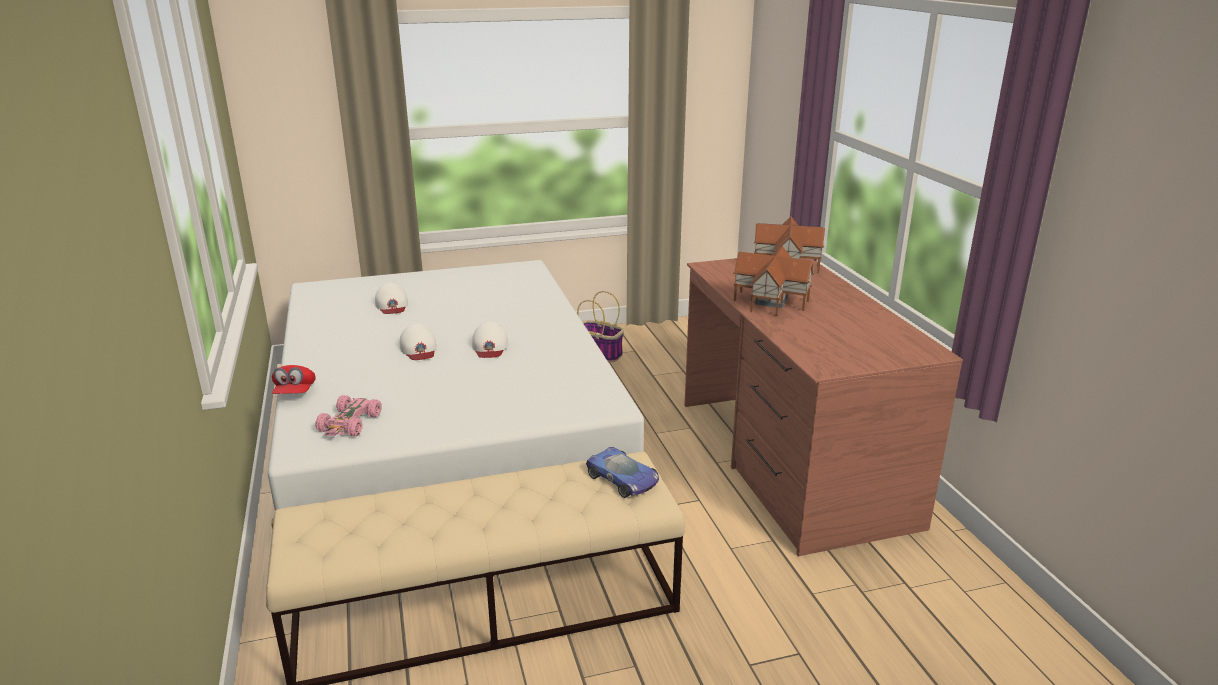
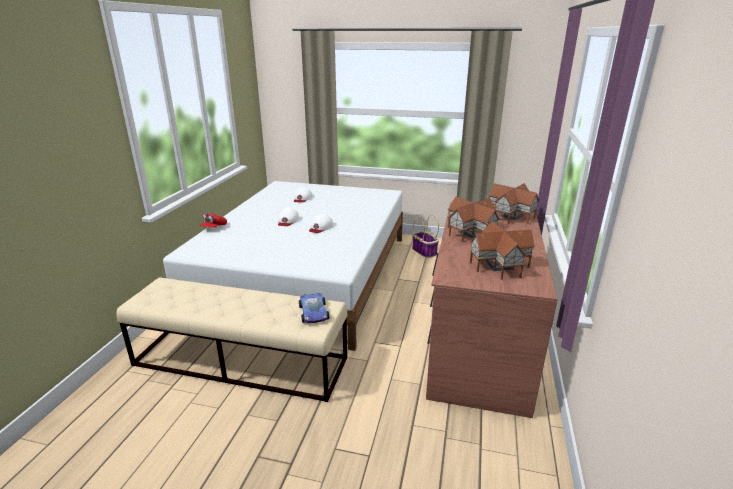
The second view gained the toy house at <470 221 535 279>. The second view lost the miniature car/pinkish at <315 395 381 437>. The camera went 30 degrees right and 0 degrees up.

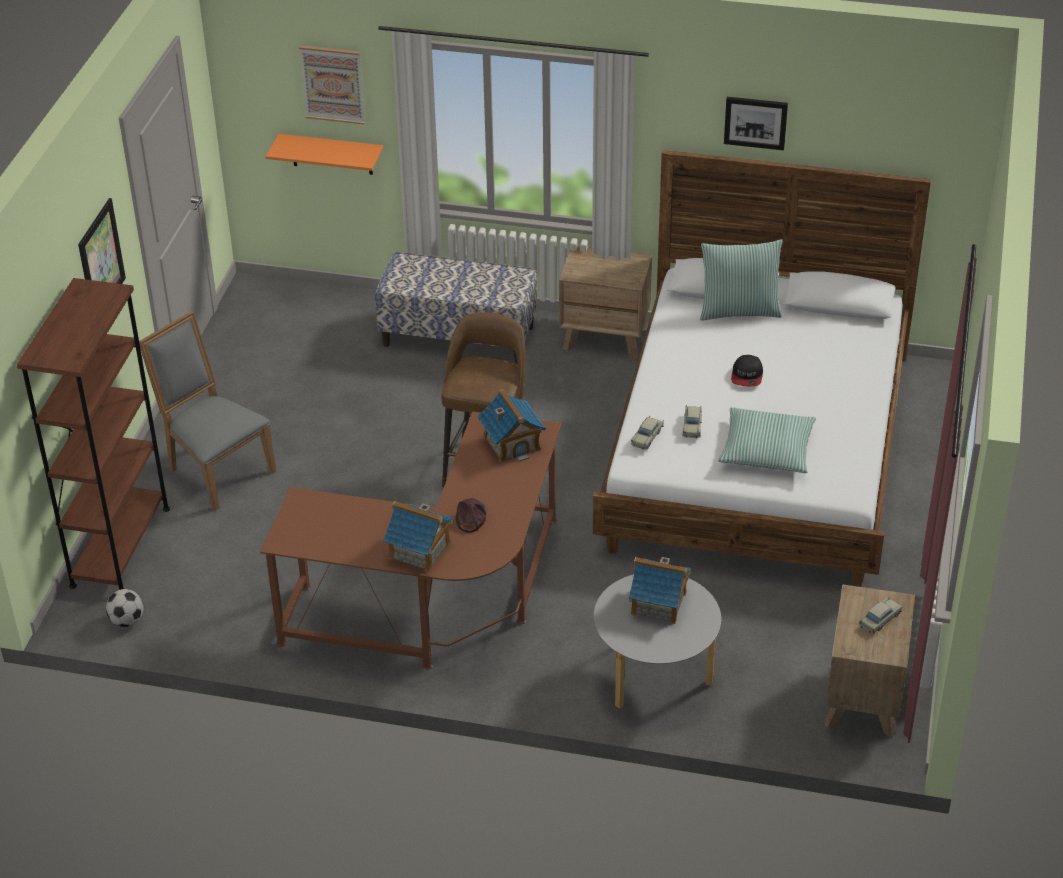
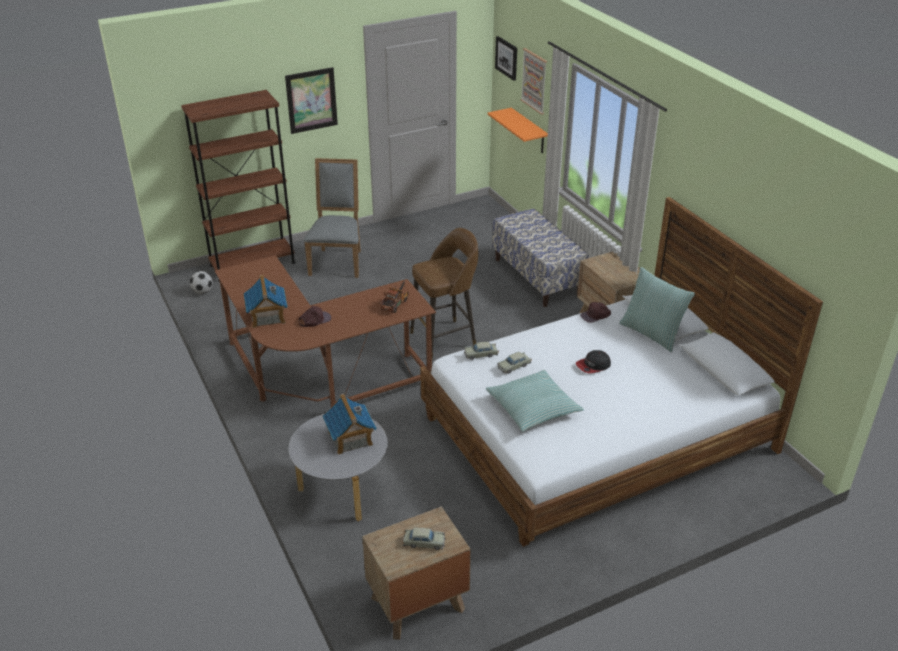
Where the toy house stood at <477 389 546 463>, the toy truck came to stand at <380 280 409 313>. The picture ended up elsewhere, having gone from <724 97 788 150> to <495 36 517 81>. The second view gained the cap/brown-coloured at <580 302 611 323>. The camera went 50 degrees right and 5 degrees down.

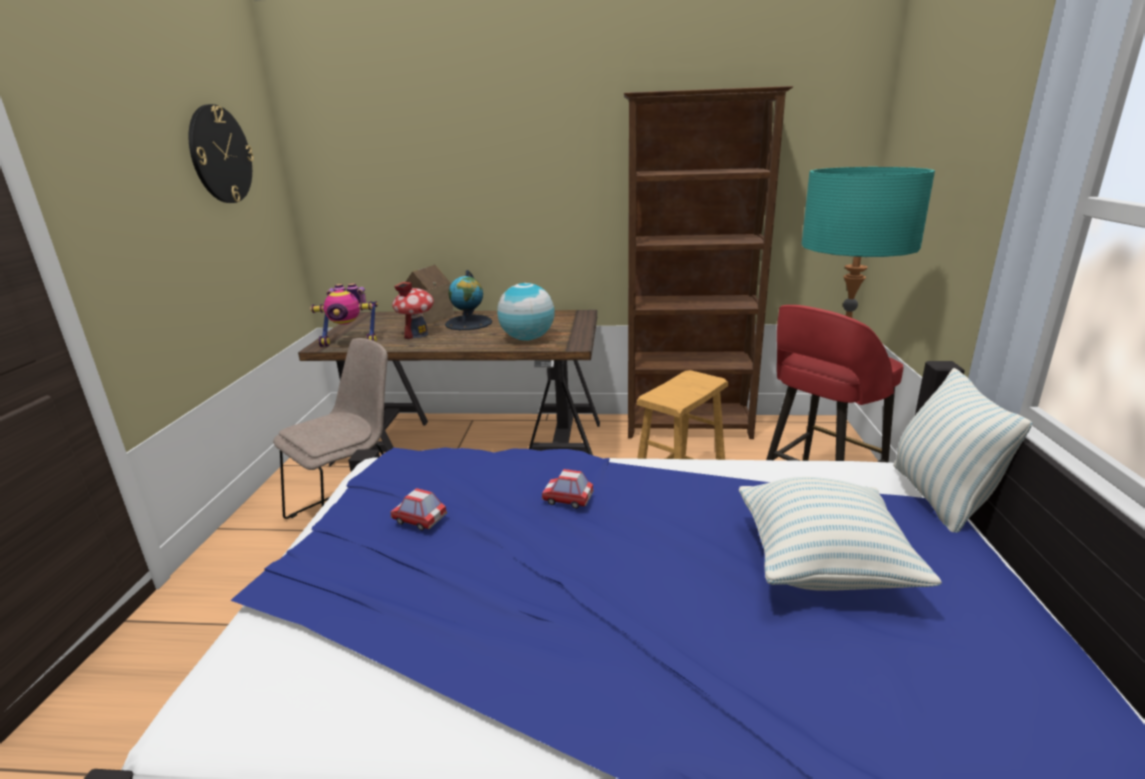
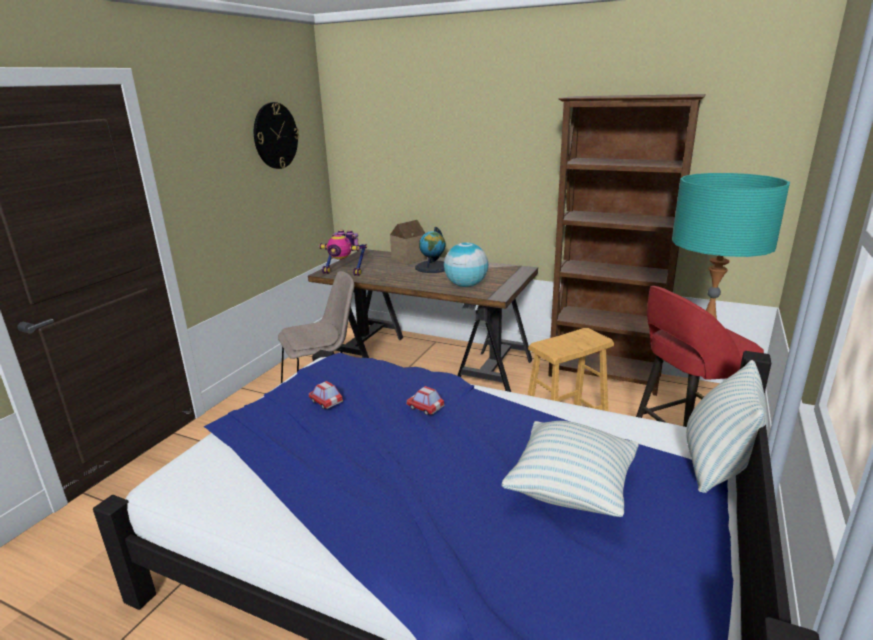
The second view lost the toy house at <392 282 434 339>. The camera went 20 degrees right and 0 degrees up.

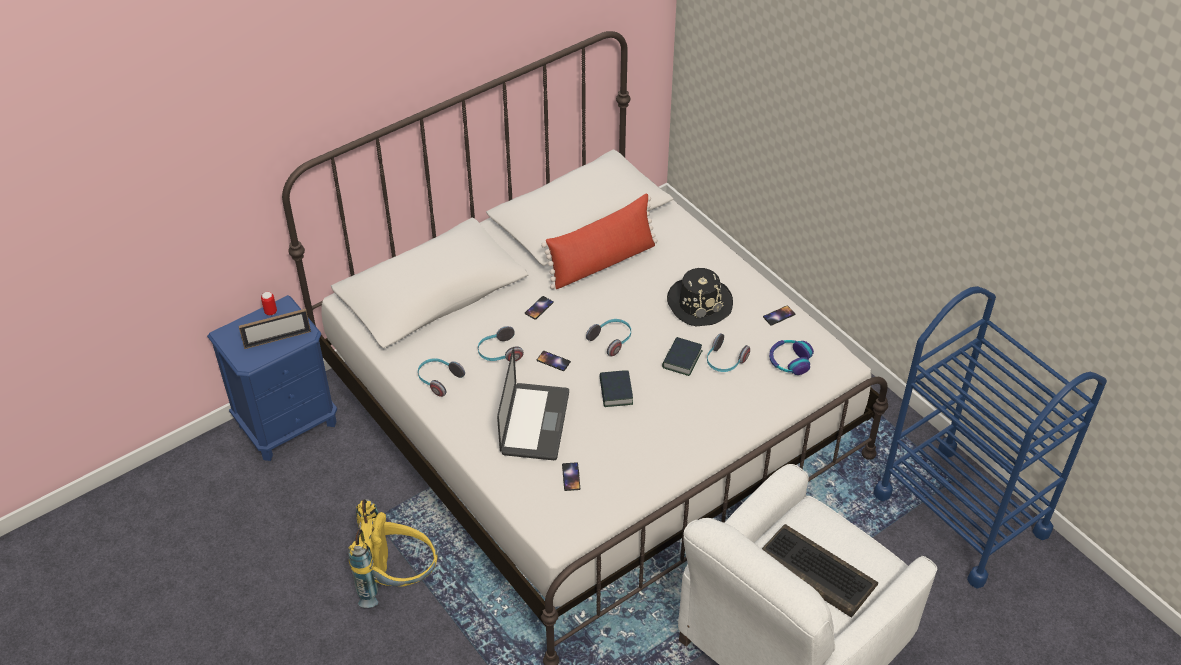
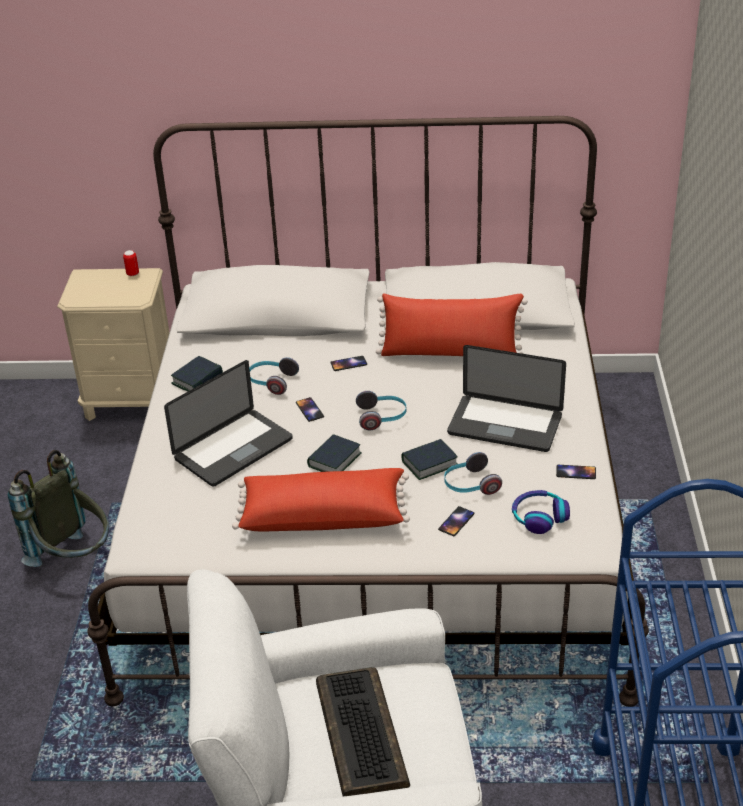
What was the knapsack/yellow at <349 499 437 608> turned into the knapsack/greyish at <8 450 109 567>. What was the nightstand/bluish at <207 295 337 461> turned into the nightstand/beige at <57 268 170 421>. Where the pair of headphones stood at <418 358 465 397>, the book came to stand at <171 356 223 391>. The second view gained the cushion/red at <232 468 410 531>. The phone ended up elsewhere, having gone from <562 462 580 491> to <438 506 474 536>. Where the wearable hat/black stood at <667 268 733 326>, the notebook computer came to stand at <447 345 566 452>. The second view lost the photo frame at <239 309 311 349>. The camera went 40 degrees right and 10 degrees down.

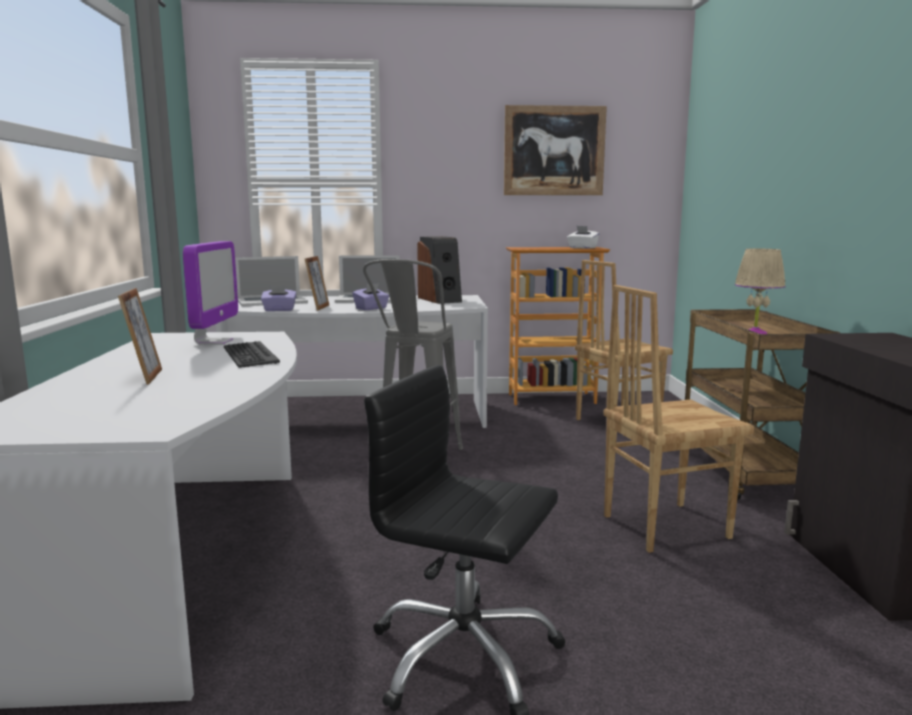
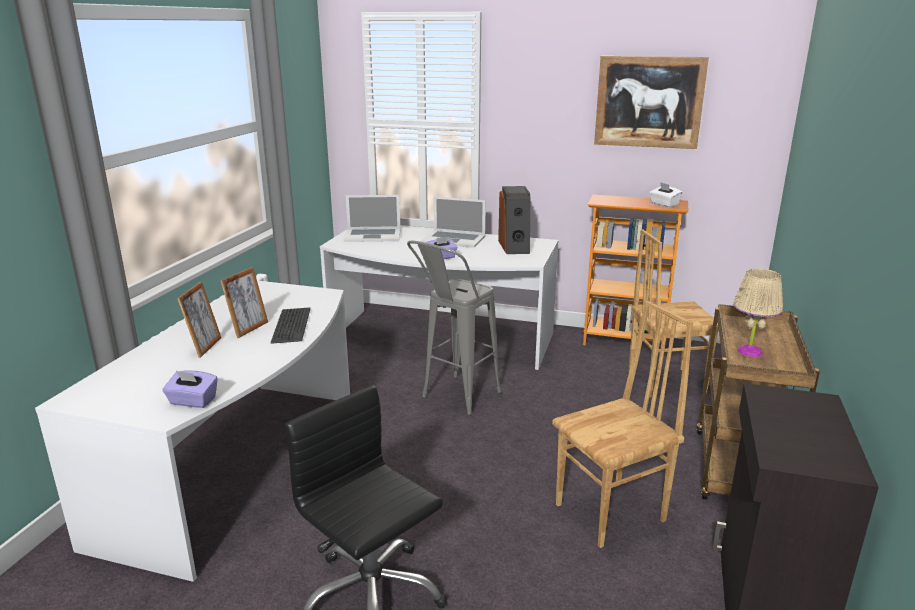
The tissue holder/purplish ended up elsewhere, having gone from <261 285 297 311> to <162 370 218 408>. The photo frame ended up elsewhere, having gone from <305 256 329 311> to <220 267 268 338>. The upright chair/brown-coloured at <603 285 754 553> ended up facing another way, 150 degrees clockwise from before. The second view lost the computer display at <183 241 238 345>. The camera went 20 degrees right and 10 degrees up.

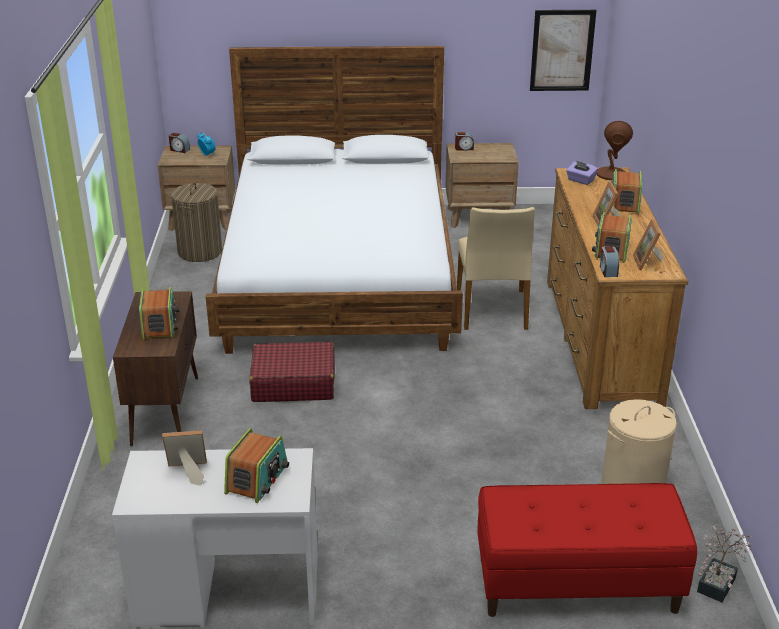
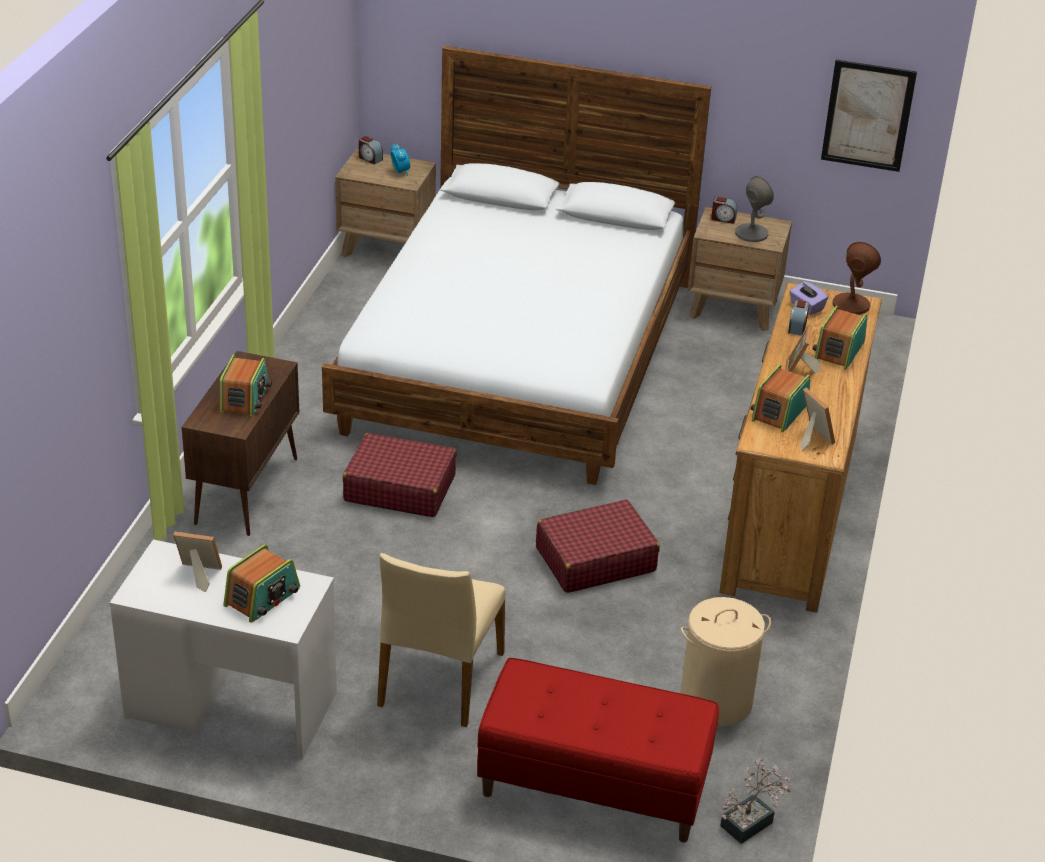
The upright chair/beige ended up elsewhere, having gone from <457 207 535 330> to <377 553 506 727>. The second view gained the suitcase/red at <536 499 660 593>. The second view gained the table lamp/greyish at <735 176 774 242>. The alarm clock ended up elsewhere, having gone from <600 246 619 277> to <788 300 809 335>. The photo frame at <633 219 663 270> ended up facing another way, 135 degrees clockwise from before. The second view lost the laundry basket at <171 182 222 262>. The camera went 15 degrees right and 5 degrees up.

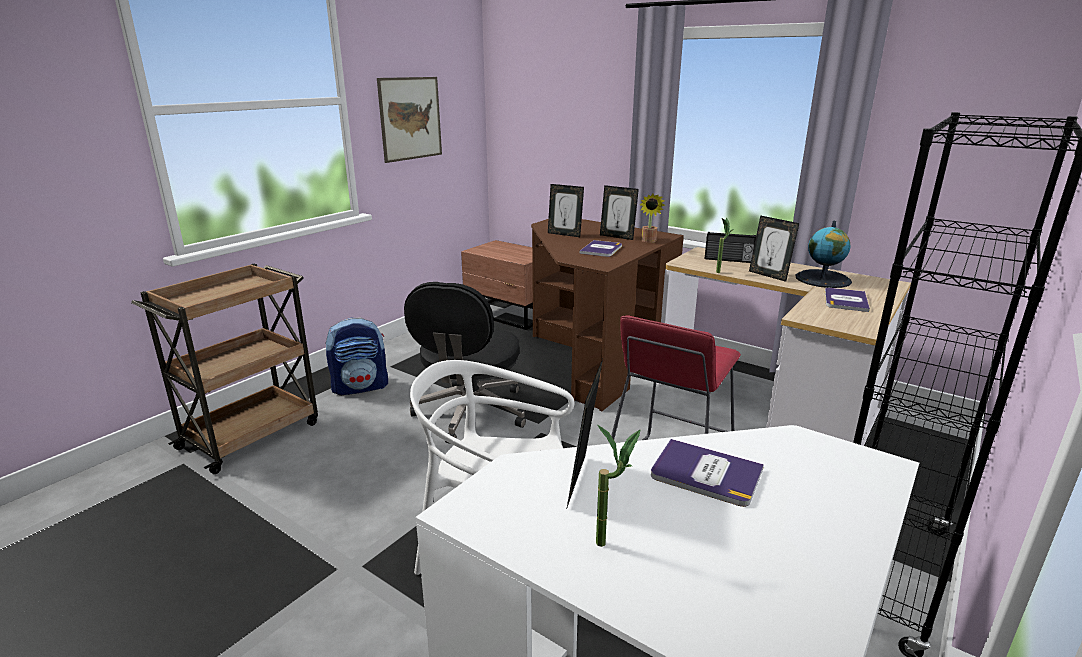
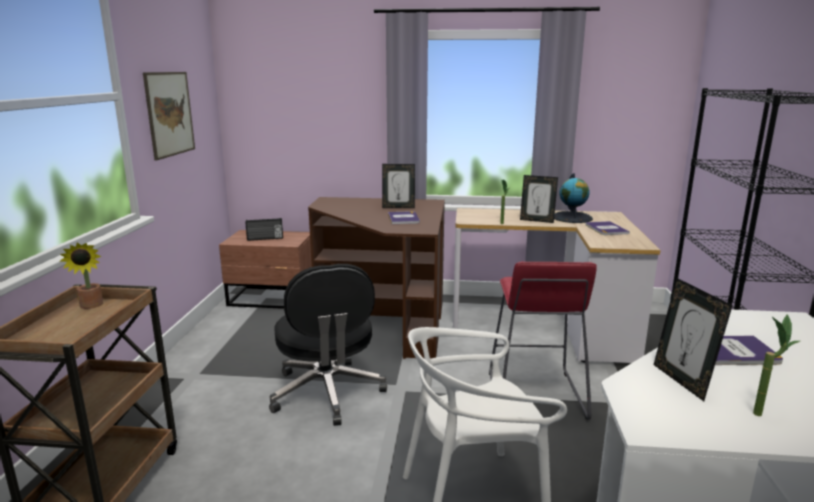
The potted plant ended up elsewhere, having gone from <640 194 666 243> to <60 242 103 309>. The radio receiver ended up elsewhere, having gone from <705 232 756 263> to <245 218 283 241>. The second view lost the knapsack at <325 317 388 395>. The second view lost the photo frame at <548 184 584 237>. The camera went 30 degrees left and 5 degrees down.

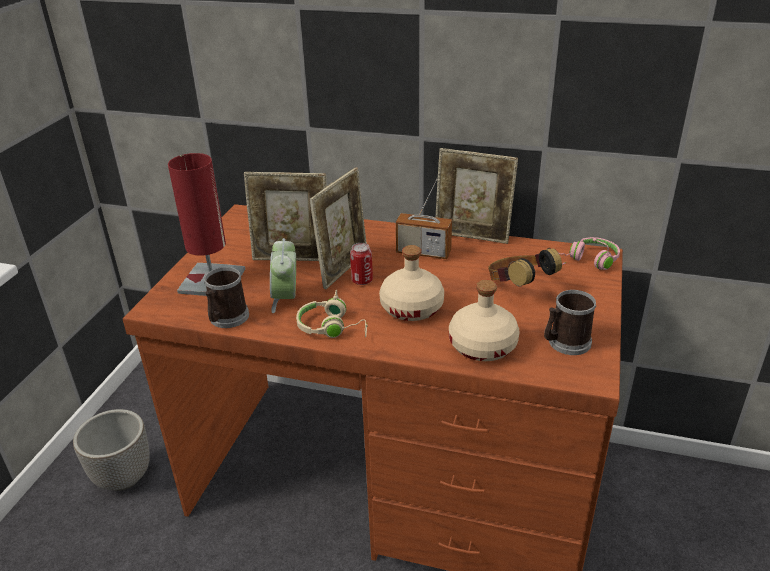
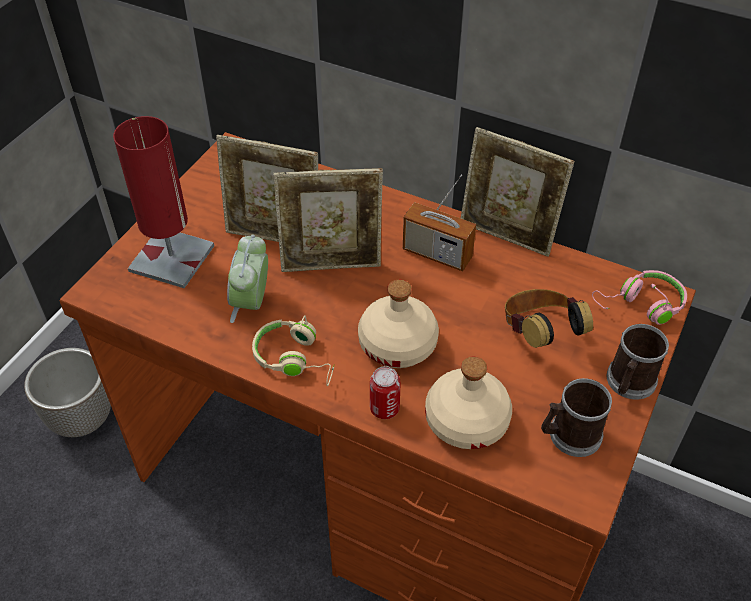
The photo frame at <309 167 367 289> ended up facing another way, 45 degrees clockwise from before. The metal can ended up elsewhere, having gone from <350 243 373 285> to <370 366 400 419>. The mug ended up elsewhere, having gone from <204 267 249 328> to <606 324 669 400>. The camera went 10 degrees right and 15 degrees up.

